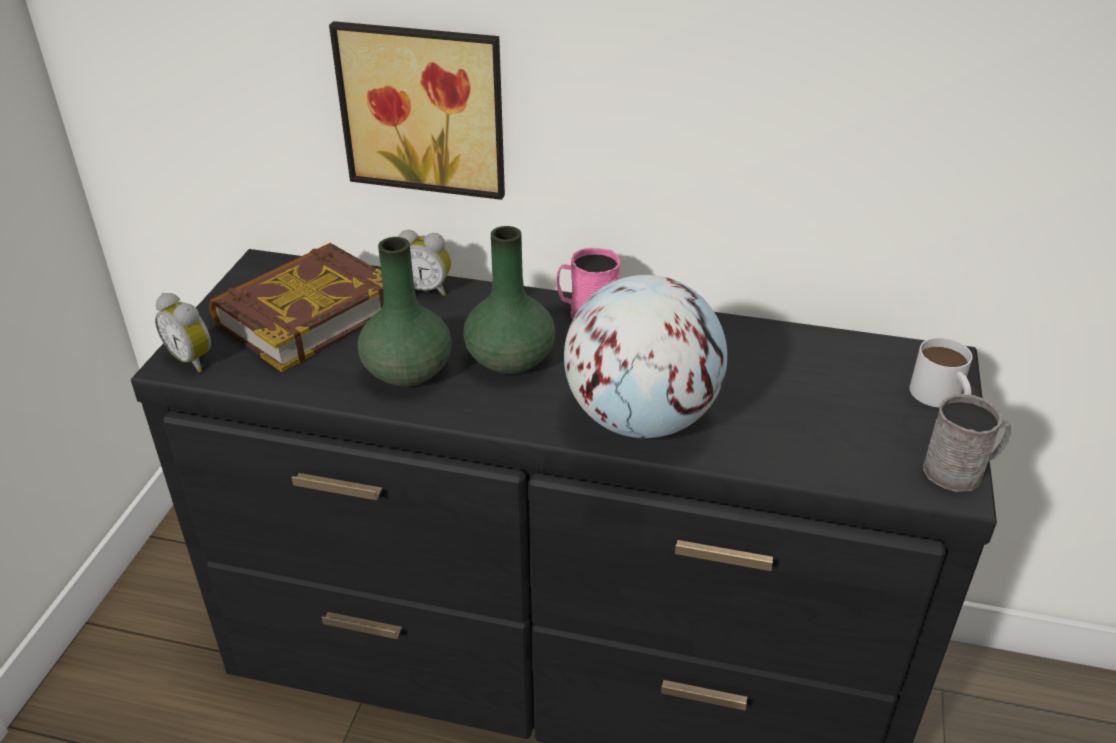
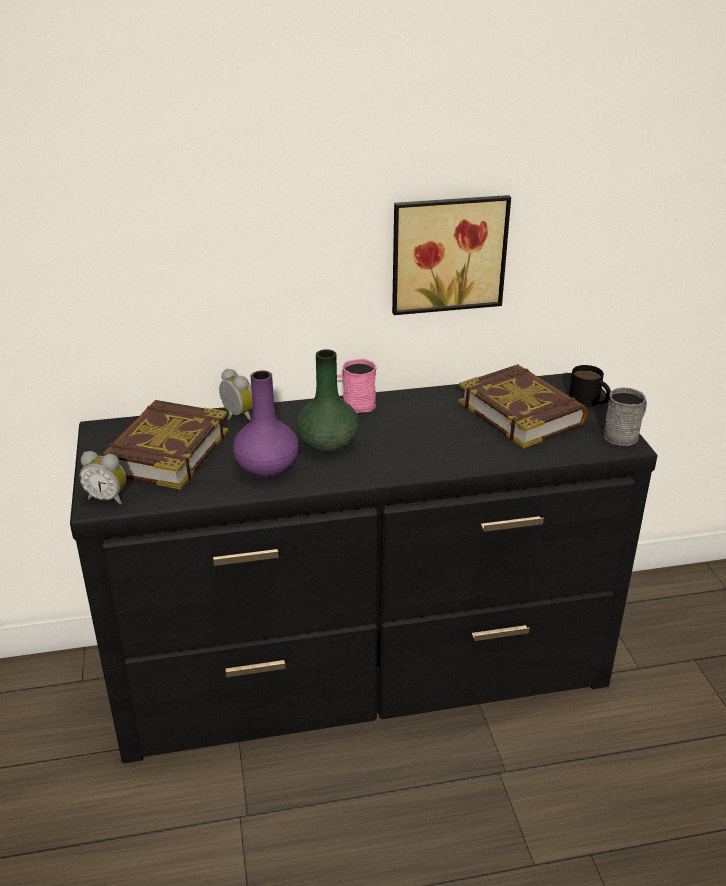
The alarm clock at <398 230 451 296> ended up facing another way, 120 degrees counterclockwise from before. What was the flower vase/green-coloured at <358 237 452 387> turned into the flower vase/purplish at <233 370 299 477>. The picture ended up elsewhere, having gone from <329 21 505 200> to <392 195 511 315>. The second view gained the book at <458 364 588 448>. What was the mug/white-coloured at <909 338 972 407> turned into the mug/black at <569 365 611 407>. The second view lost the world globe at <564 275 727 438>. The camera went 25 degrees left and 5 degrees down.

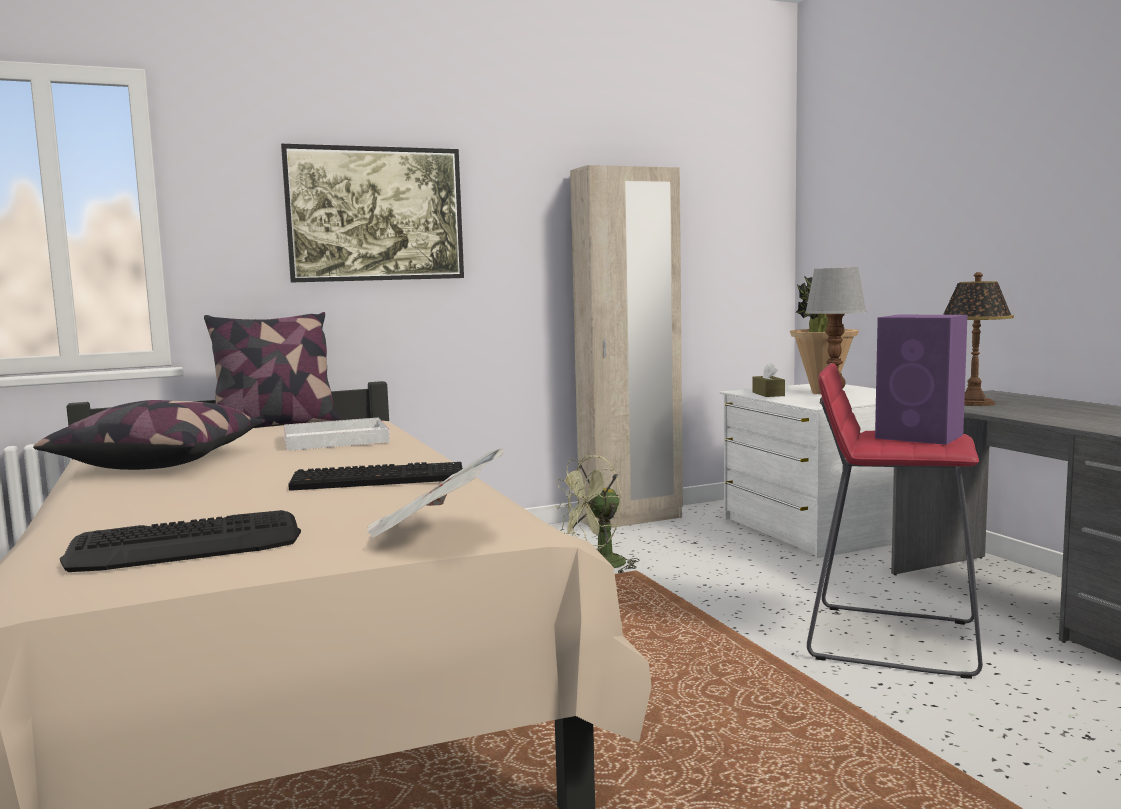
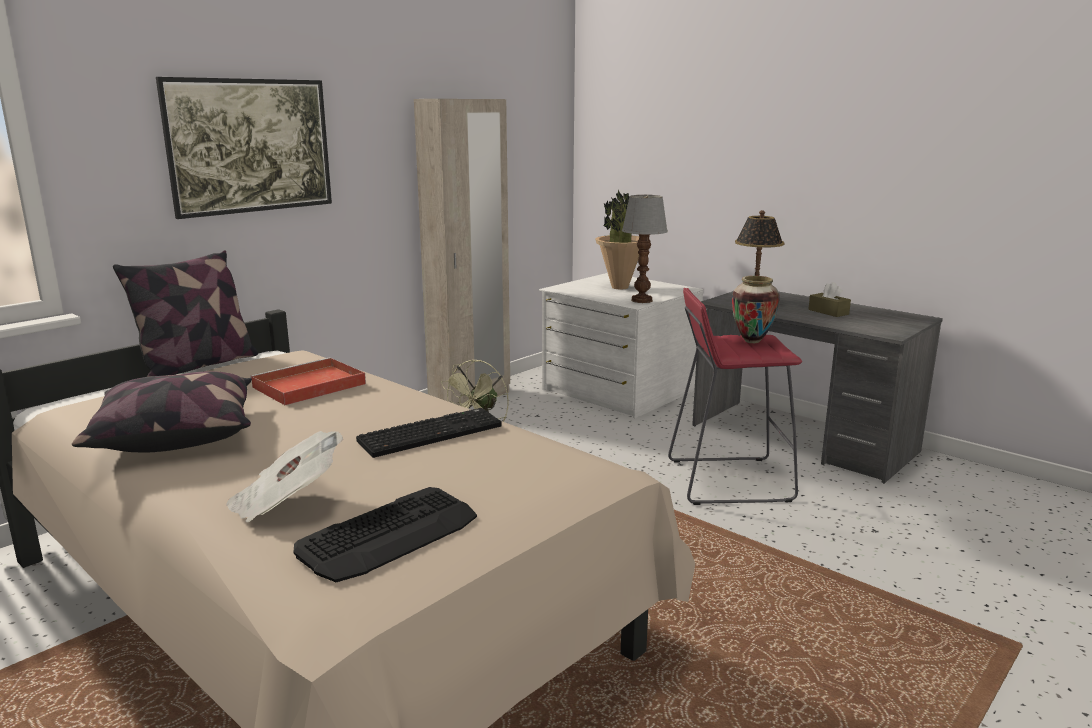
The printed paper ended up elsewhere, having gone from <367 448 504 540> to <226 431 343 522>. What was the tray/white-coloured at <284 418 390 451> turned into the tray/red at <250 357 366 405>. Where the speaker/purplish stood at <875 315 968 445>, the flower vase came to stand at <732 276 780 343>. The tissue holder/brown-coloured ended up elsewhere, having gone from <752 362 785 397> to <808 282 851 317>. The camera went 25 degrees left and 10 degrees up.

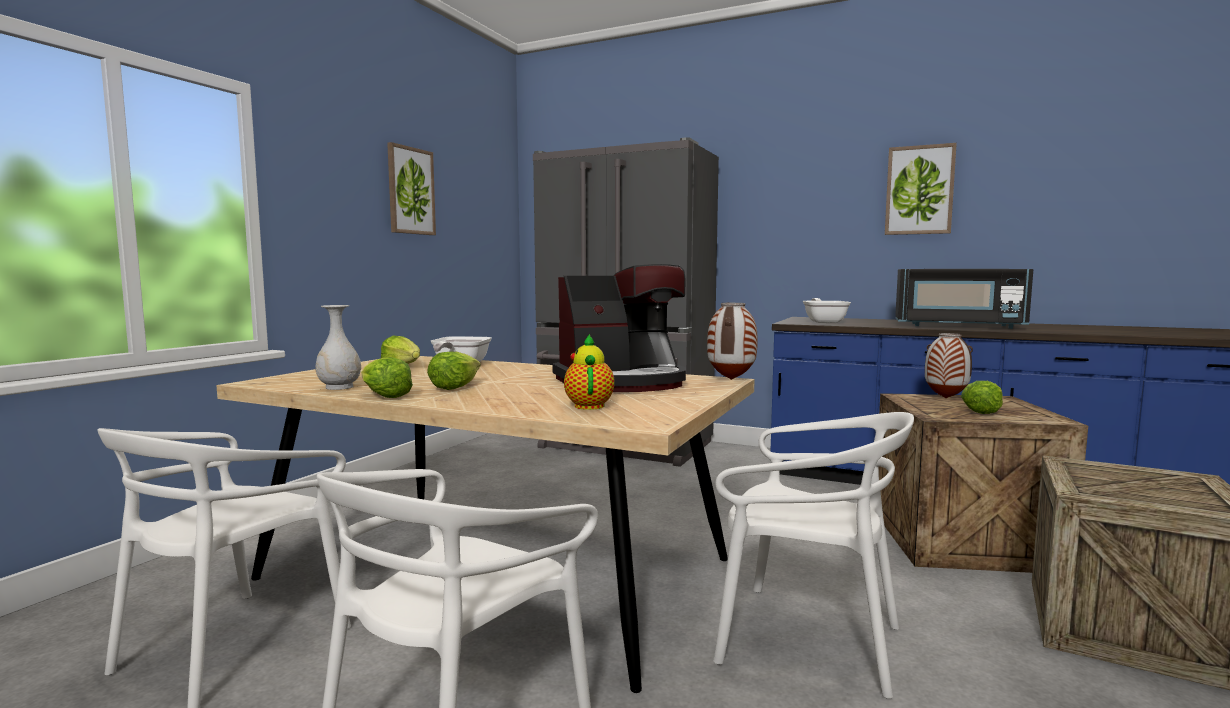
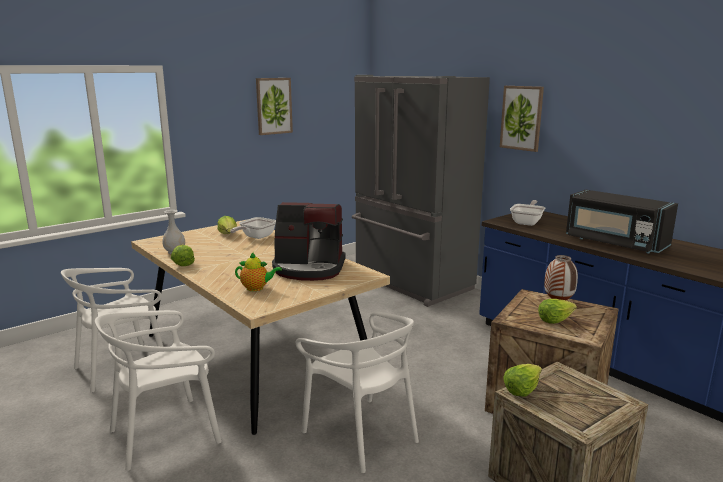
The tea pot at <564 334 615 410> ended up facing another way, 75 degrees clockwise from before. The picture ended up elsewhere, having gone from <885 143 957 235> to <500 86 544 152>. The head of lettuce ended up elsewhere, having gone from <427 352 481 390> to <503 364 542 397>. The second view lost the flower vase at <707 303 758 380>. The camera went 25 degrees right and 10 degrees up.

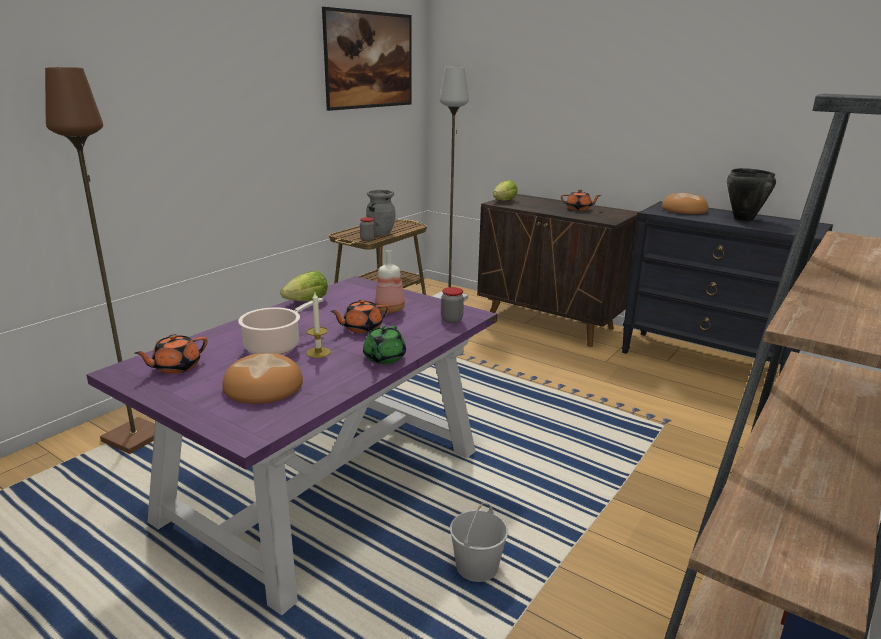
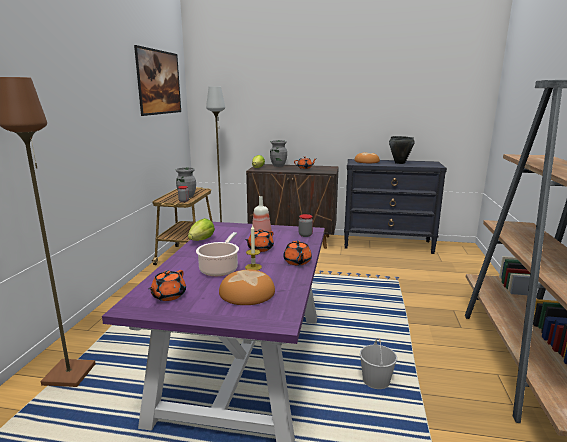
The second view gained the flower vase/greyish at <270 140 287 167>. What was the tea pot/green-coloured at <363 326 406 364> turned into the tea pot/orangey at <283 240 312 265>. The camera went 25 degrees left and 5 degrees down.

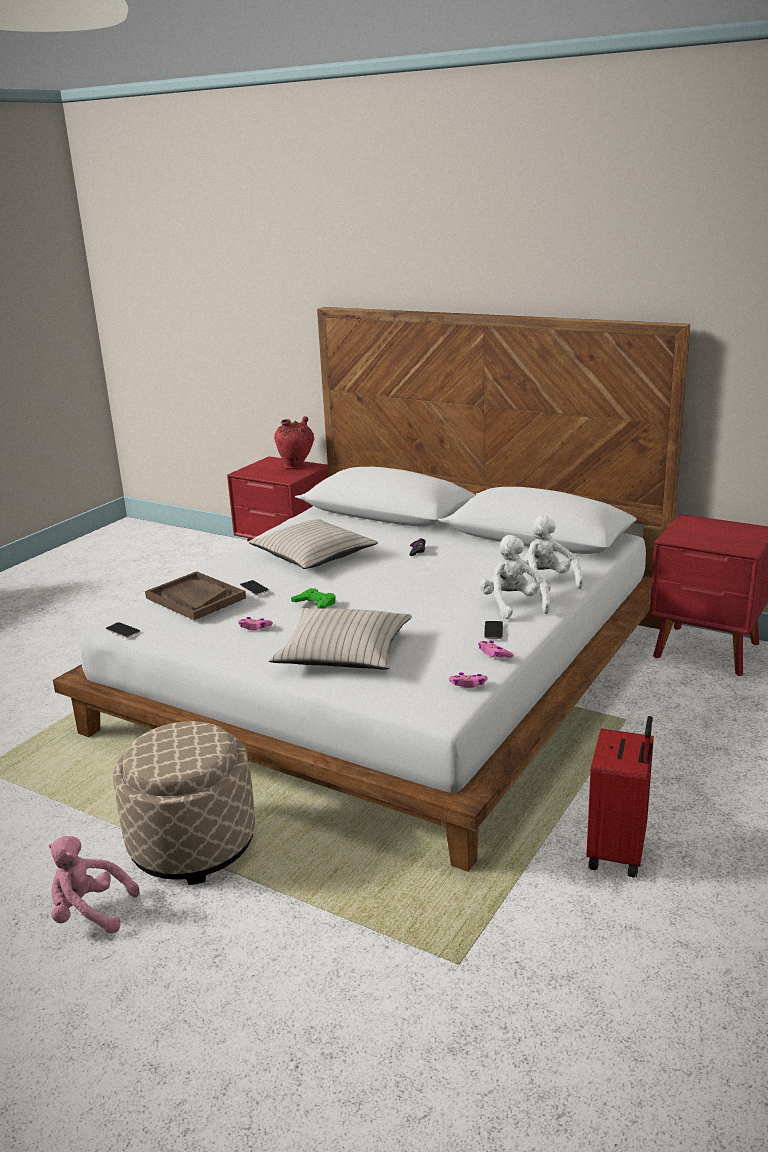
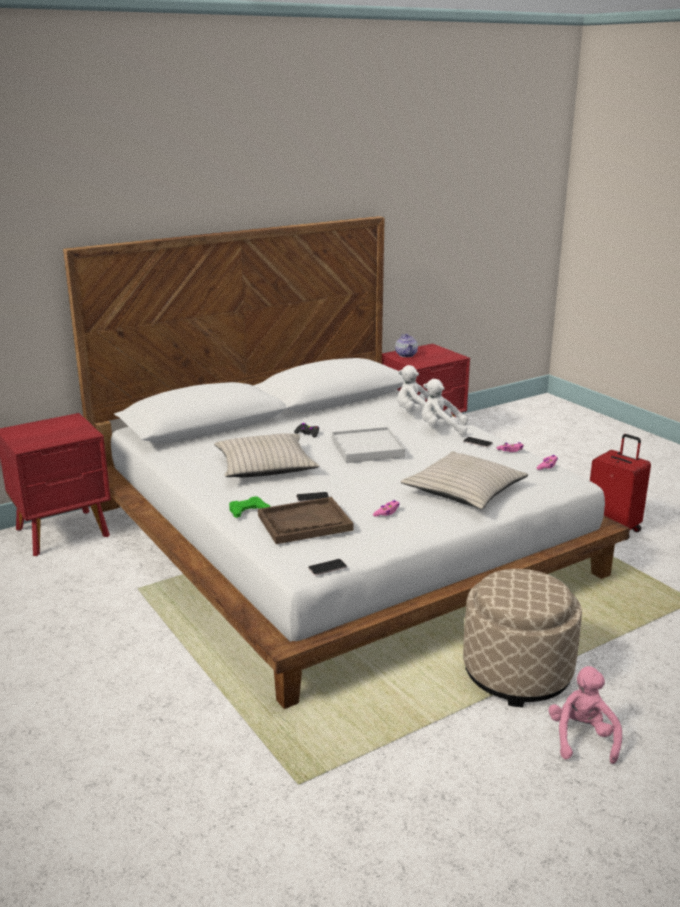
The game controller/green-coloured ended up elsewhere, having gone from <291 588 336 608> to <229 497 270 518>. The second view gained the tray/white-coloured at <332 427 405 463>. The second view gained the tea pot at <395 334 418 357>. The cuddly toy/pinkish at <48 836 140 934> ended up facing another way, 150 degrees clockwise from before. The second view lost the flower vase/red at <274 416 314 469>. The camera went 65 degrees left and 0 degrees up.

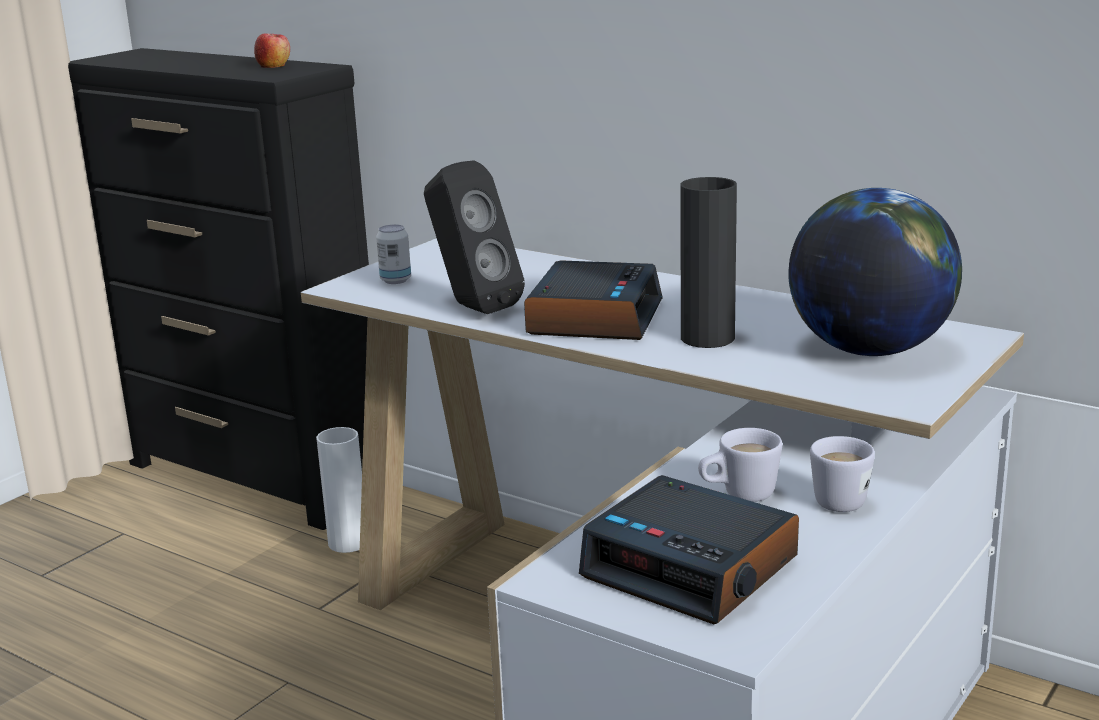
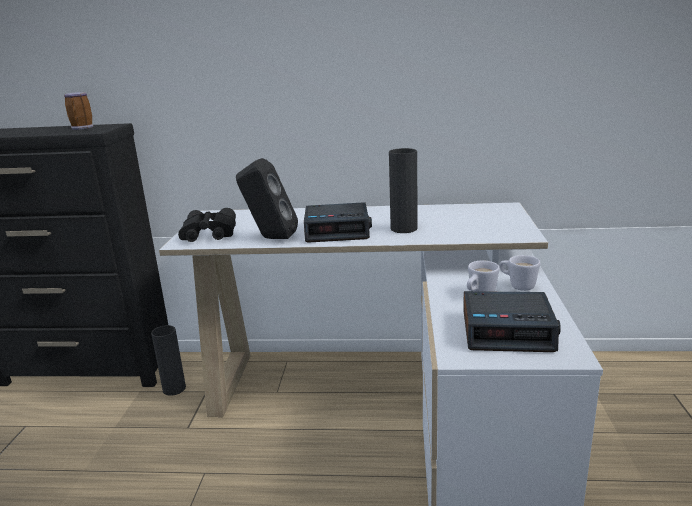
Where the whole apple stood at <254 33 290 68>, the mug came to stand at <64 92 94 130>. What was the flower vase/white-coloured at <316 427 362 553> turned into the flower vase/black at <151 325 186 396>. Where the metal can stood at <376 225 411 284>, the binoculars/black came to stand at <178 208 236 242>. The alarm clock at <524 260 663 340> ended up facing another way, 105 degrees clockwise from before. The second view lost the world globe at <788 188 962 356>. The camera went 30 degrees left and 0 degrees up.

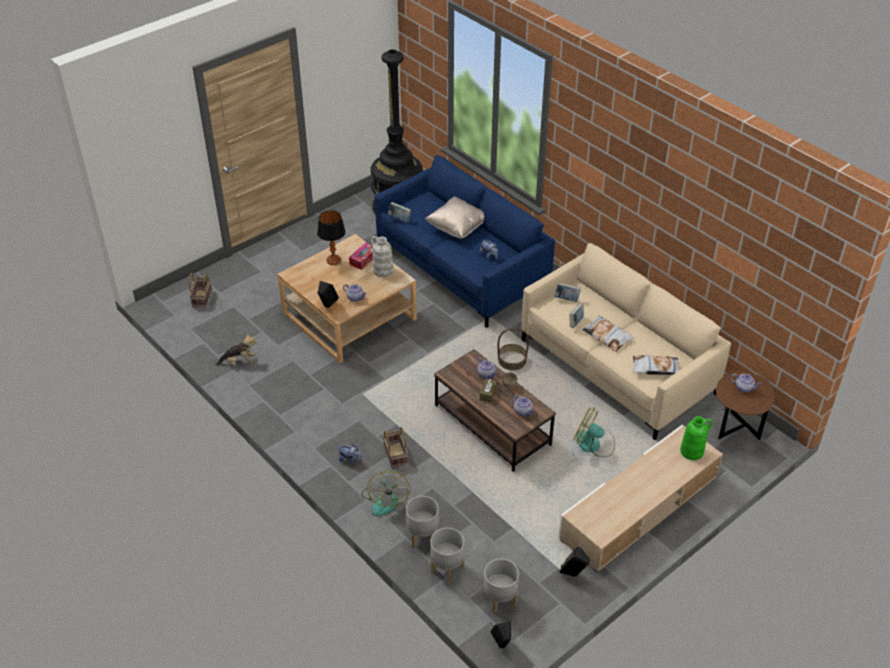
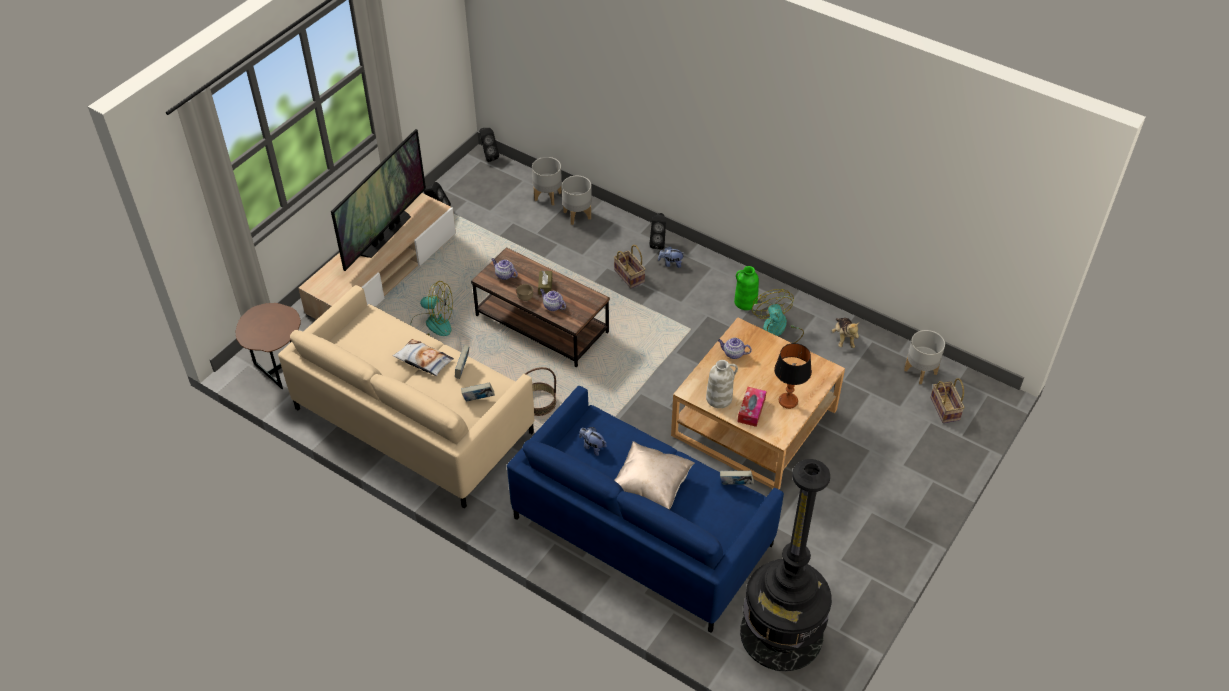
The second view gained the television at <331 129 426 271>. The speaker/black ended up elsewhere, having gone from <318 281 339 308> to <649 213 666 250>. The flower vase/green-coloured ended up elsewhere, having gone from <680 416 713 460> to <734 266 759 310>. The fan ended up elsewhere, having gone from <361 471 411 516> to <752 289 804 343>. The cuddly toy at <216 333 257 365> ended up facing another way, 75 degrees counterclockwise from before. The flower pot/greyish ended up elsewhere, having gone from <484 559 519 614> to <904 330 945 384>. The second view lost the cushion at <633 355 679 375>. The second view lost the tea pot at <730 374 762 393>. The camera went 165 degrees right and 5 degrees up.

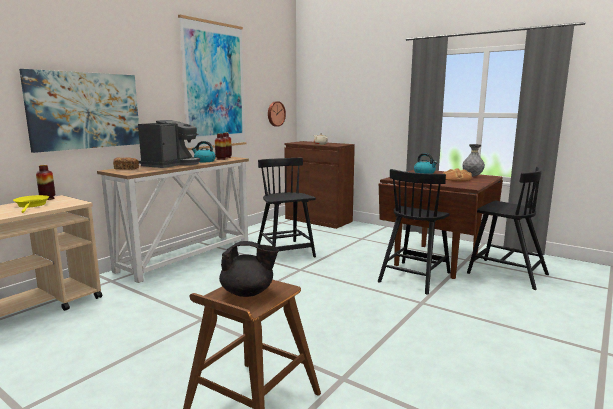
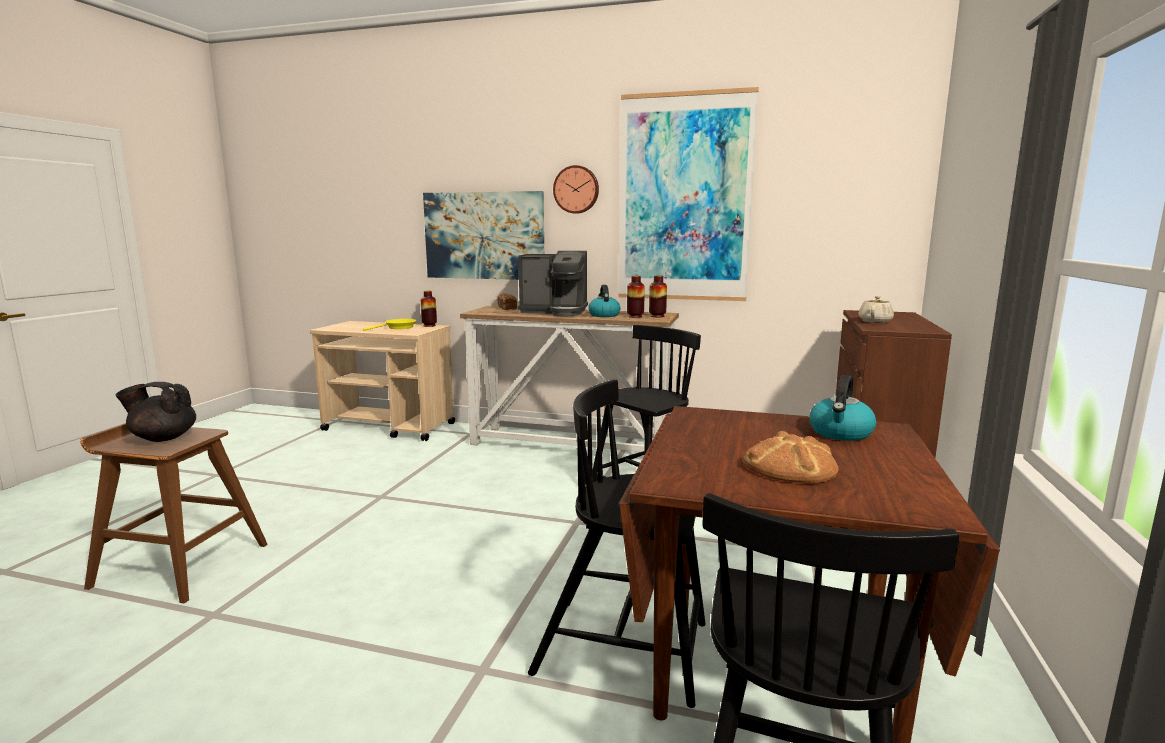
The tea pot/black at <219 241 279 297> ended up facing another way, 105 degrees clockwise from before. The hanging clock ended up elsewhere, having gone from <268 101 286 127> to <553 165 599 214>. The second view lost the flower vase/greyish at <462 144 485 177>. The camera went 70 degrees right and 0 degrees up.

